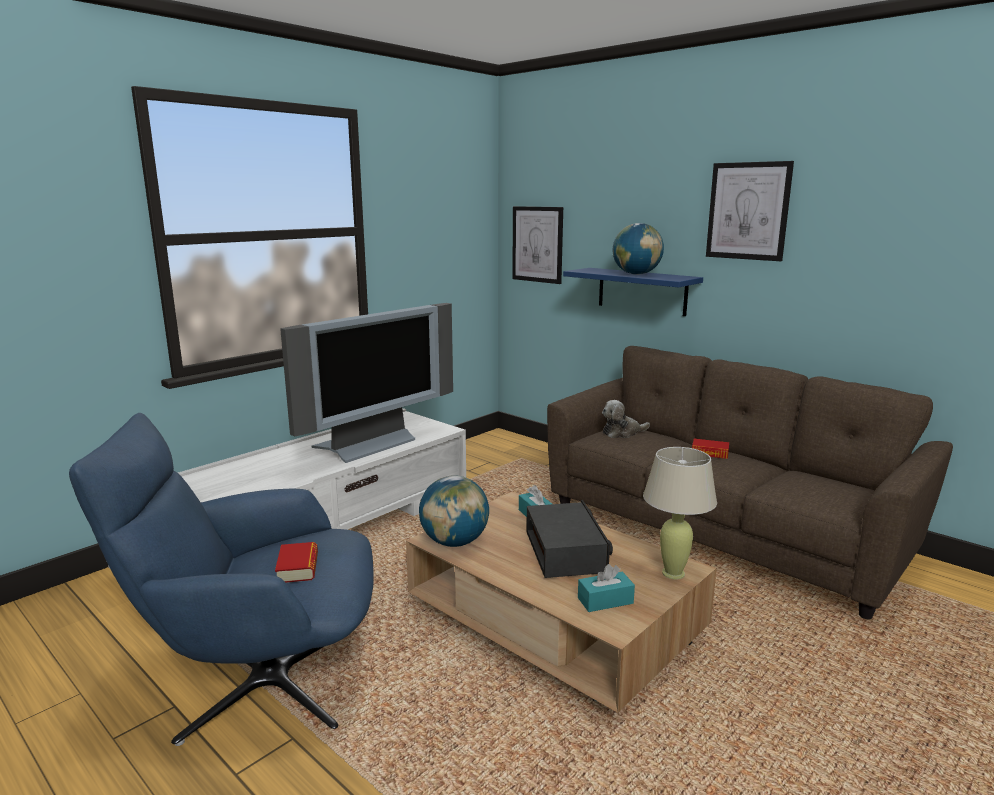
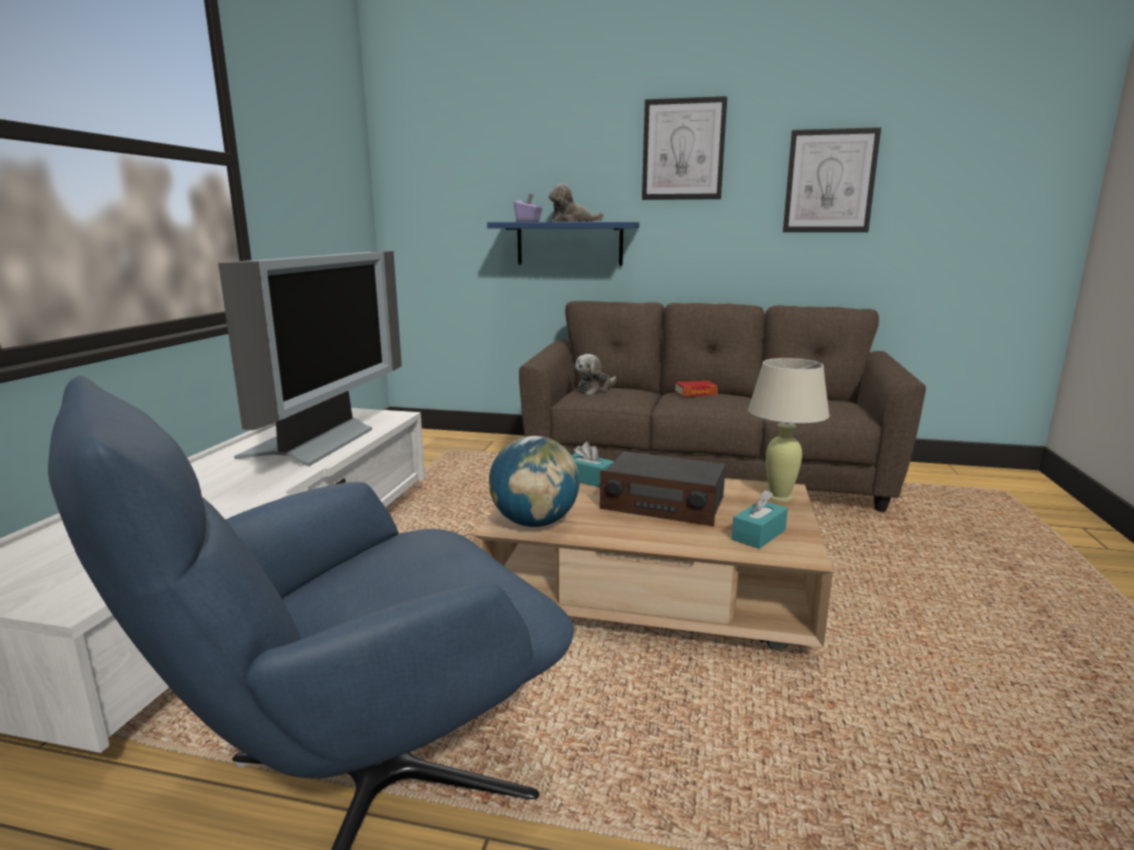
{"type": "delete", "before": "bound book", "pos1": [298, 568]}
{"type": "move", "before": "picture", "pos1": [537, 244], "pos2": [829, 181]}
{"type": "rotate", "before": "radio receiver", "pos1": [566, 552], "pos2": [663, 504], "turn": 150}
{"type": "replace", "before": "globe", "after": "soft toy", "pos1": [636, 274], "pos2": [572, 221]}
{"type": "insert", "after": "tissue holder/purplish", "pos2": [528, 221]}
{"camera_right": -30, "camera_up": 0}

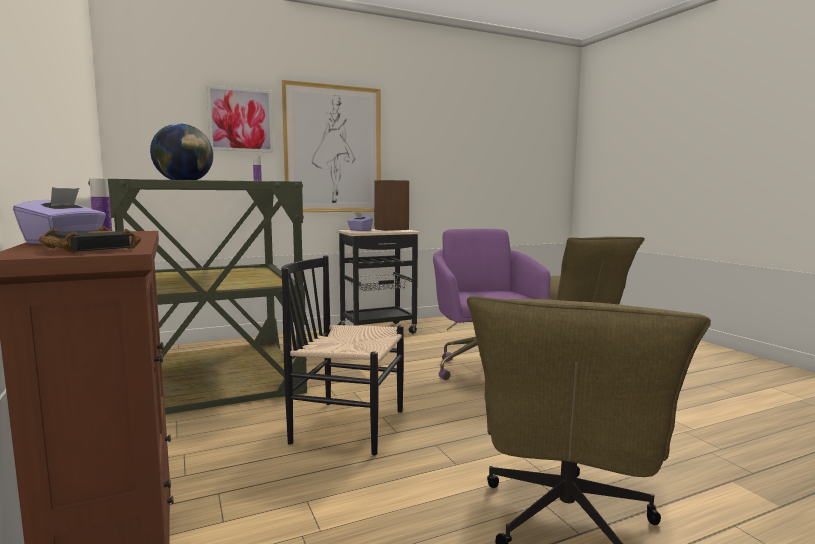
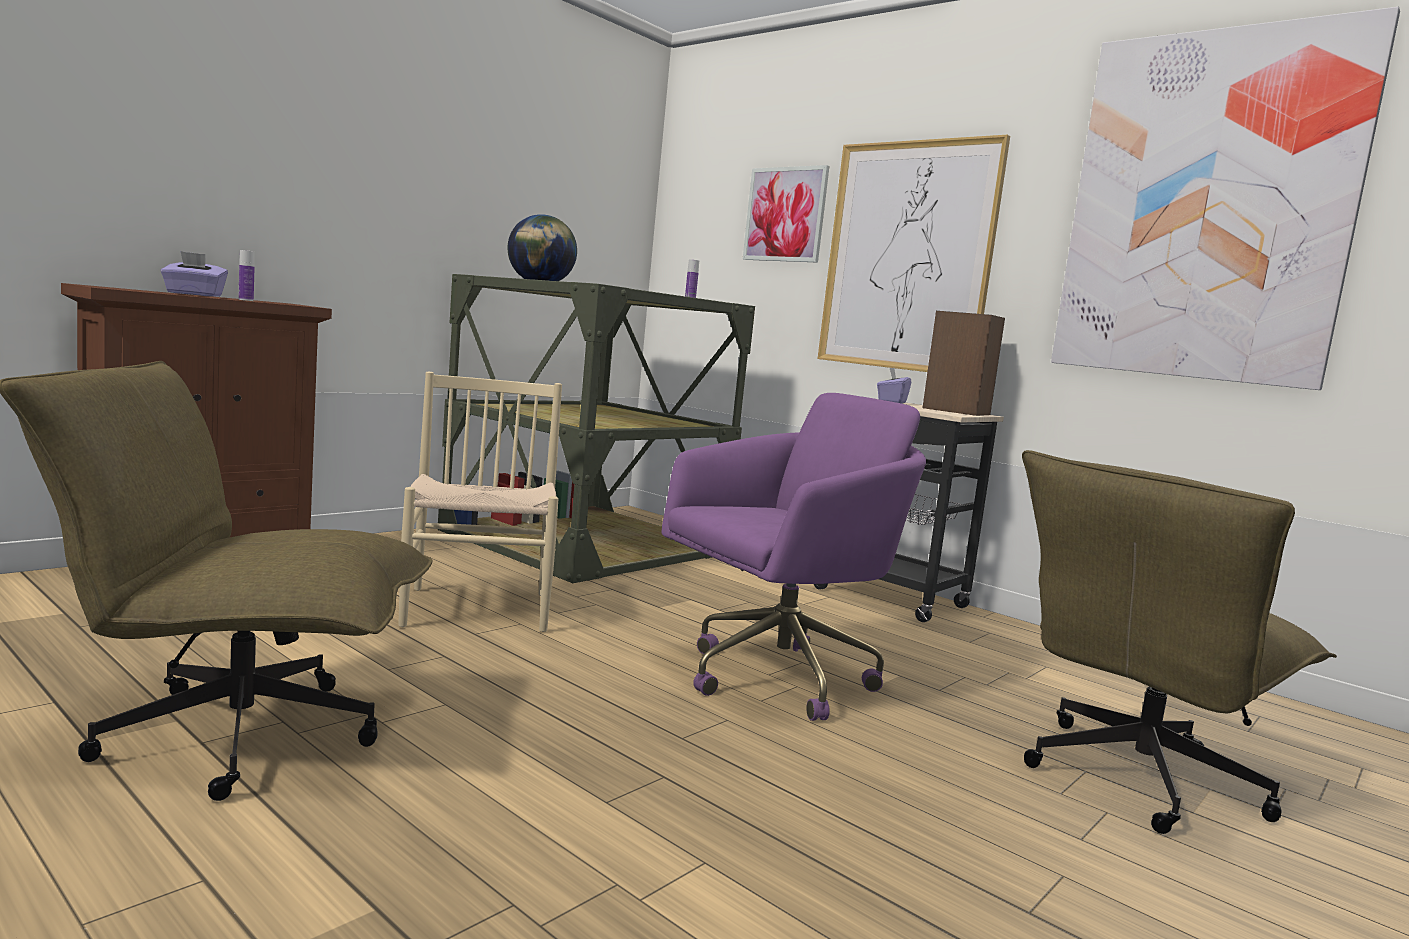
{"type": "delete", "before": "bound book/black", "pos1": [86, 248]}
{"type": "recolor", "before": "upright chair/black", "after": "upright chair/sand-coloured", "pos1": [343, 426], "pos2": [478, 607]}
{"type": "insert", "after": "picture", "pos2": [1207, 207]}
{"camera_right": 65, "camera_up": 0}

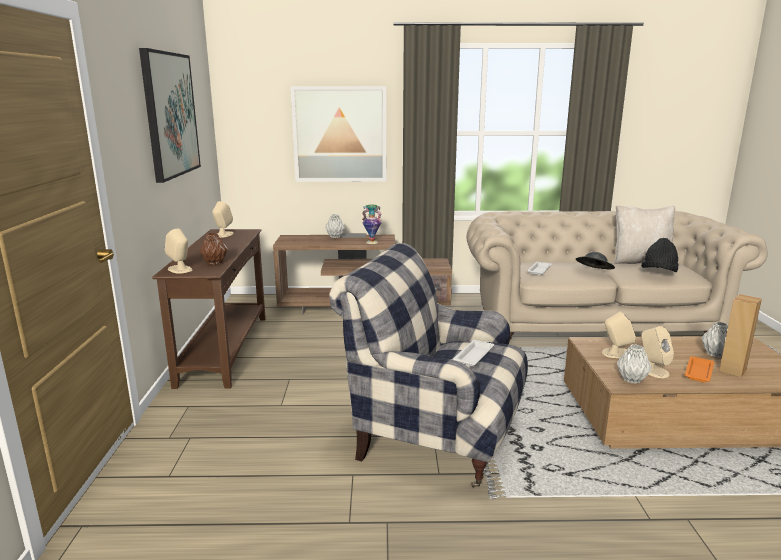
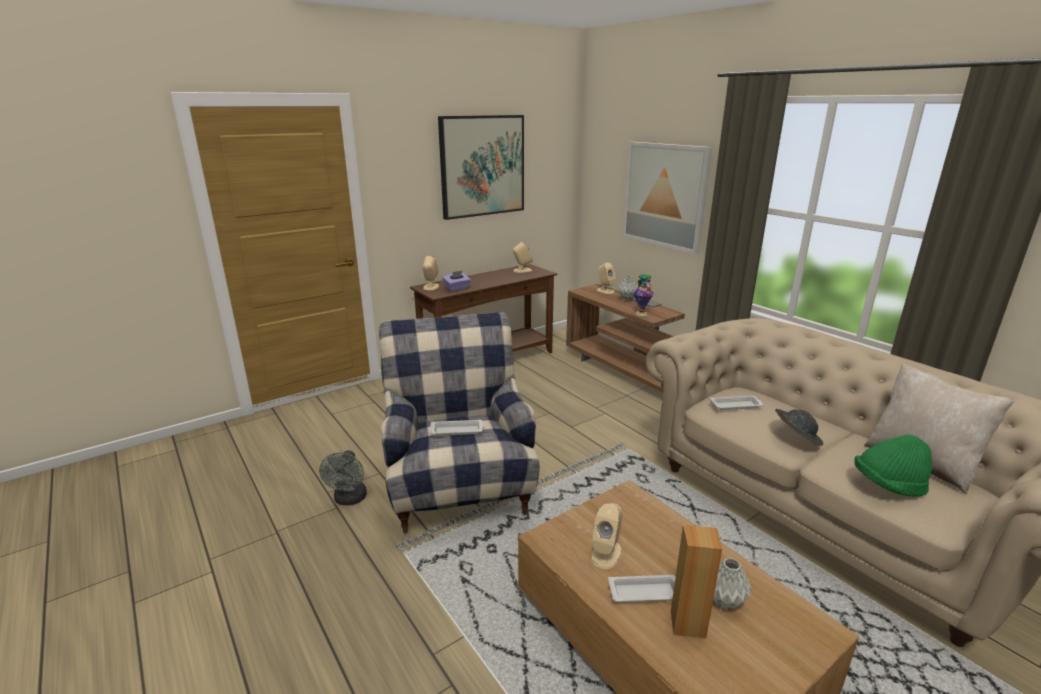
{"type": "replace", "before": "vase/brownish", "after": "tissue holder/purplish", "pos1": [215, 262], "pos2": [457, 289]}
{"type": "move", "before": "loudspeaker/sand-coloured", "pos1": [616, 353], "pos2": [605, 291]}
{"type": "delete", "before": "vase/gray", "pos1": [632, 379]}
{"type": "recolor", "before": "clothing hat/black", "after": "clothing hat/greenish", "pos1": [658, 273], "pos2": [887, 485]}
{"type": "recolor", "before": "carrying tray/orange", "after": "carrying tray/whitish", "pos1": [699, 372], "pos2": [646, 592]}
{"type": "insert", "after": "cooling fan/gray", "pos2": [349, 500]}
{"camera_right": 55, "camera_up": 5}

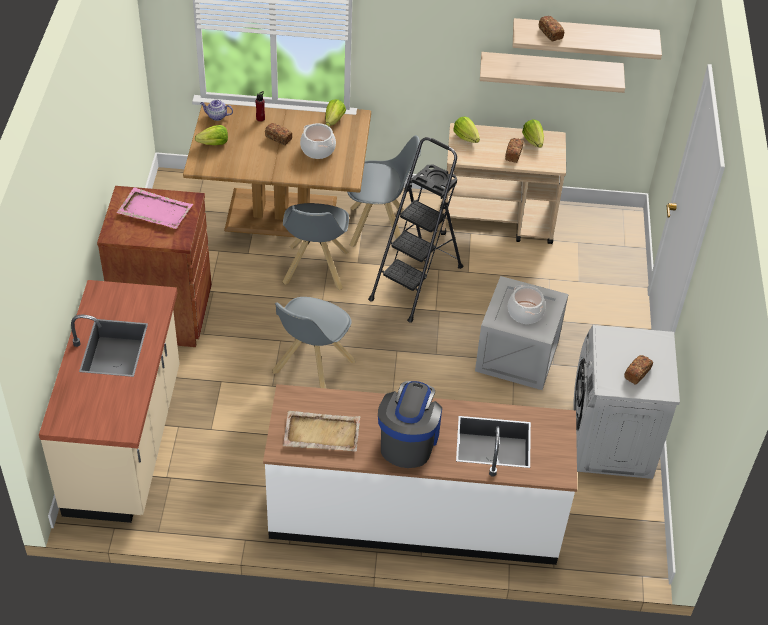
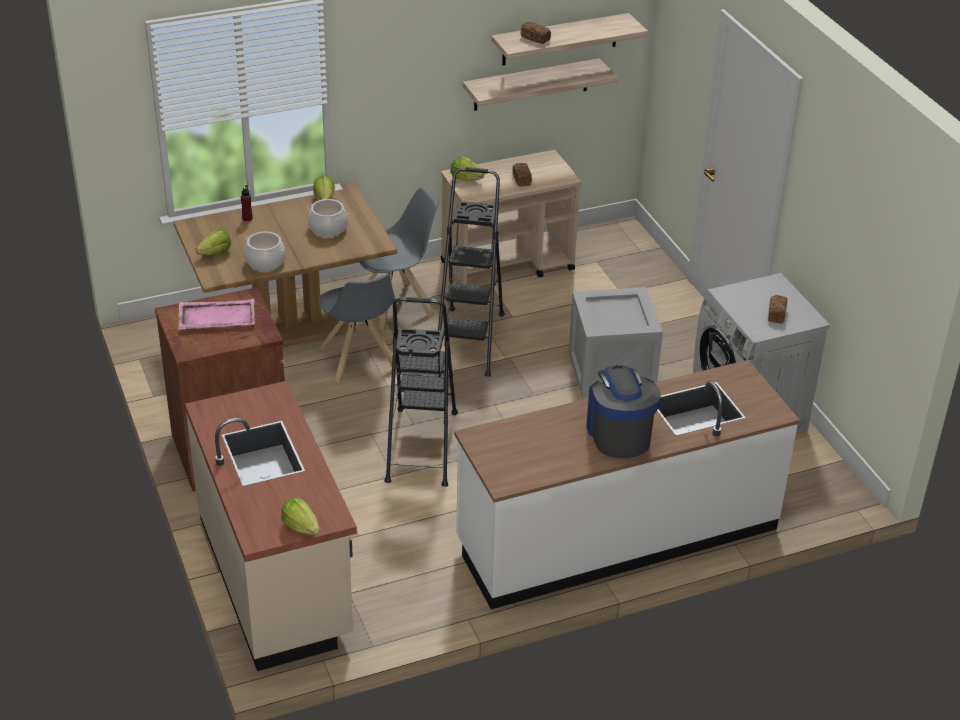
{"type": "delete", "before": "teapot", "pos1": [216, 116]}
{"type": "delete", "before": "baked bread", "pos1": [278, 138]}
{"type": "replace", "before": "upright chair/gray", "after": "stepladder", "pos1": [312, 368], "pos2": [421, 447]}
{"type": "delete", "before": "carrying tray/sand-coloured", "pos1": [321, 433]}
{"type": "move", "before": "saucepot", "pos1": [525, 312], "pos2": [265, 261]}
{"type": "move", "before": "lettuce head", "pos1": [533, 141], "pos2": [301, 527]}
{"camera_right": -25, "camera_up": -10}

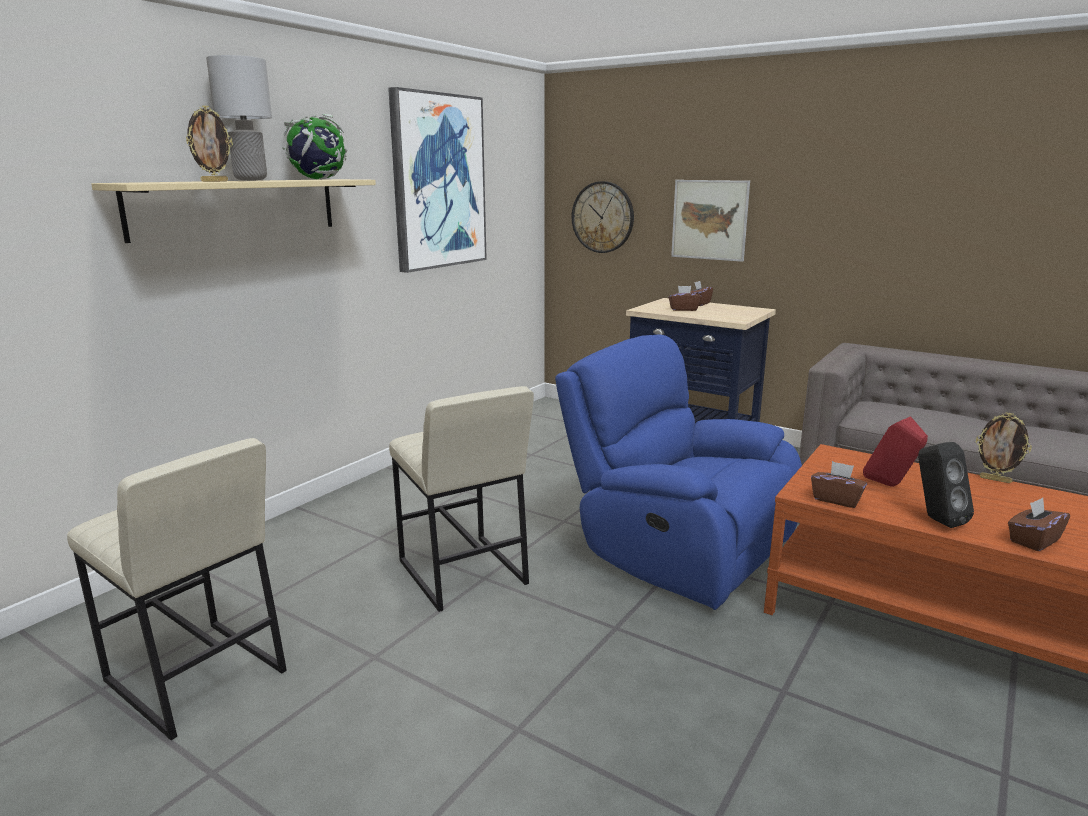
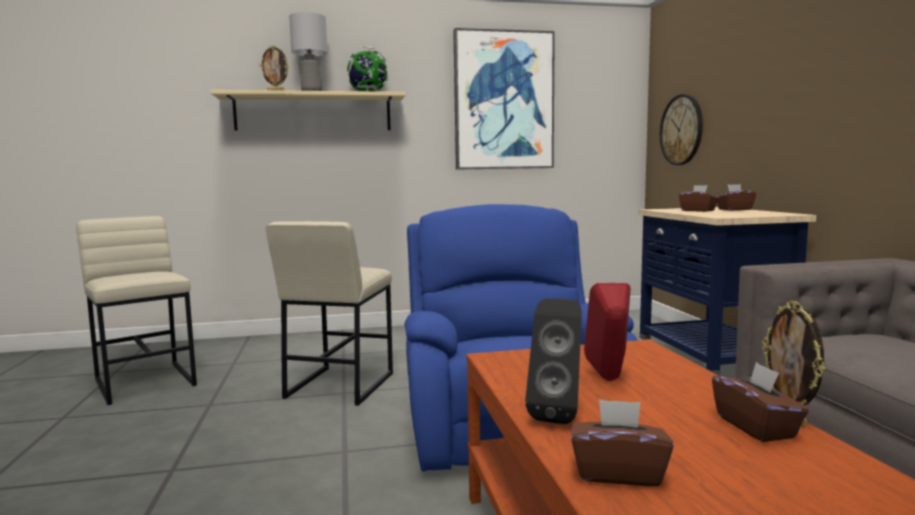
{"type": "rotate", "before": "upright chair/sand-coloured", "pos1": [198, 677], "pos2": [144, 382], "turn": 150}
{"type": "delete", "before": "picture", "pos1": [709, 220]}
{"type": "move", "before": "tissue holder/brownish", "pos1": [836, 499], "pos2": [756, 427]}
{"camera_right": 45, "camera_up": -10}

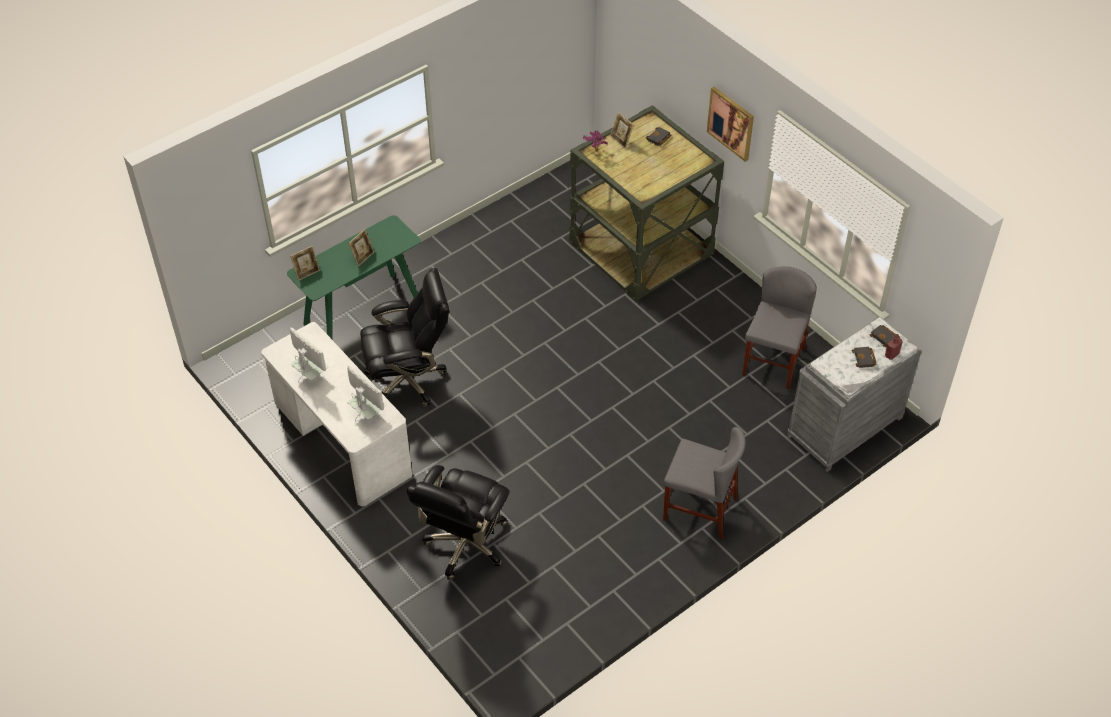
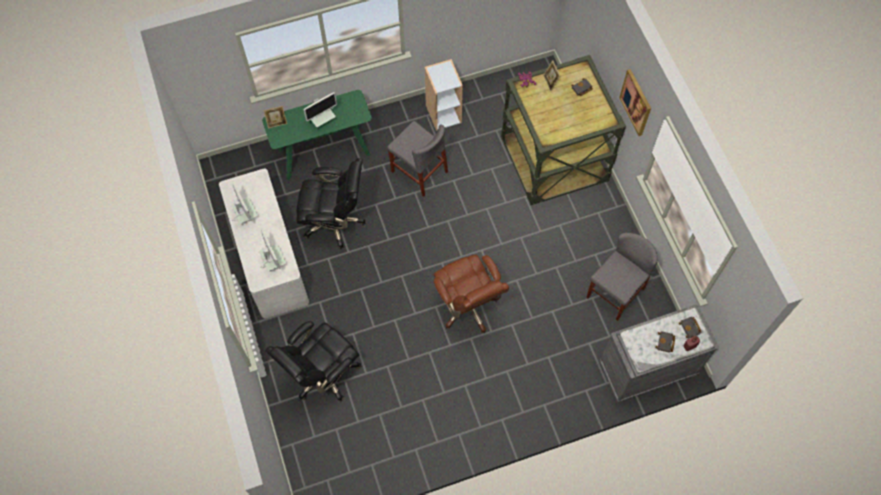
{"type": "replace", "before": "standing frame", "after": "computer display", "pos1": [362, 257], "pos2": [322, 121]}
{"type": "move", "before": "upright chair/gray", "pos1": [700, 509], "pos2": [419, 171]}
{"type": "insert", "after": "bookcase", "pos2": [443, 113]}
{"type": "insert", "after": "computer chair/brownish", "pos2": [468, 308]}
{"camera_right": 20, "camera_up": 15}

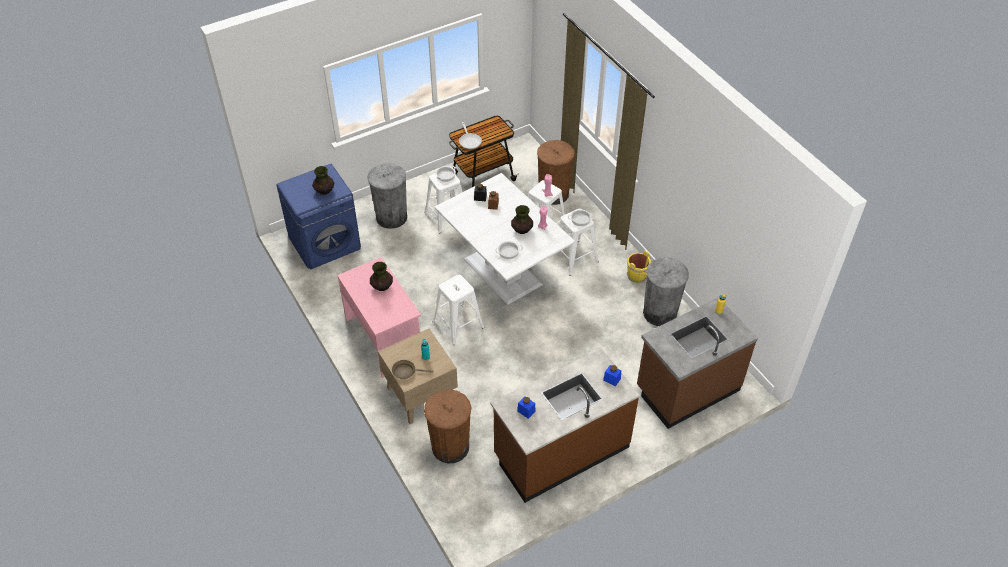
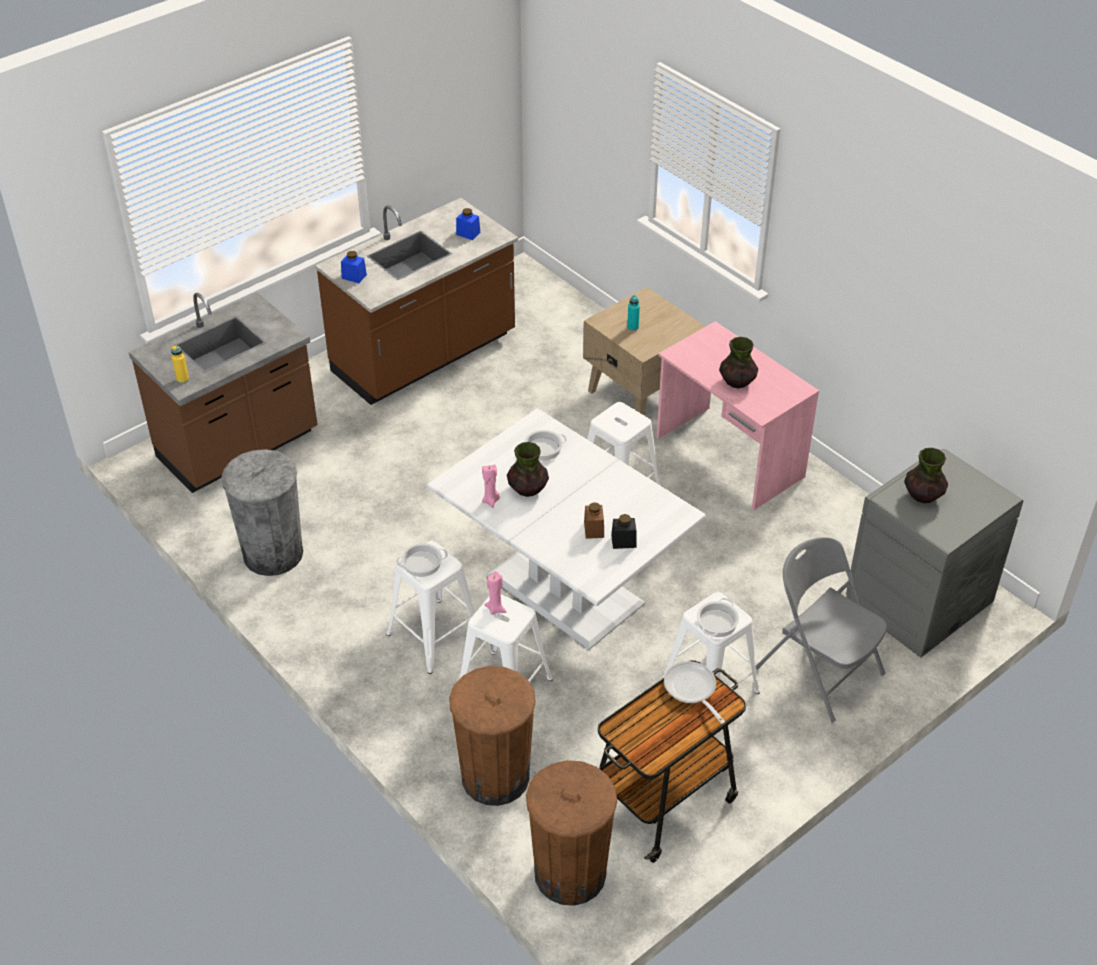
{"type": "recolor", "before": "laundry appliance/blue", "after": "laundry appliance/gray", "pos1": [326, 243], "pos2": [915, 599]}
{"type": "replace", "before": "waste bin/gray", "after": "upright chair/gray", "pos1": [391, 217], "pos2": [820, 670]}
{"type": "delete", "before": "pan/brownish", "pos1": [406, 372]}
{"type": "move", "before": "waste bin/brownish", "pos1": [450, 447], "pos2": [570, 873]}
{"type": "delete", "before": "pail/yellow", "pos1": [637, 276]}
{"camera_right": 170, "camera_up": -5}

